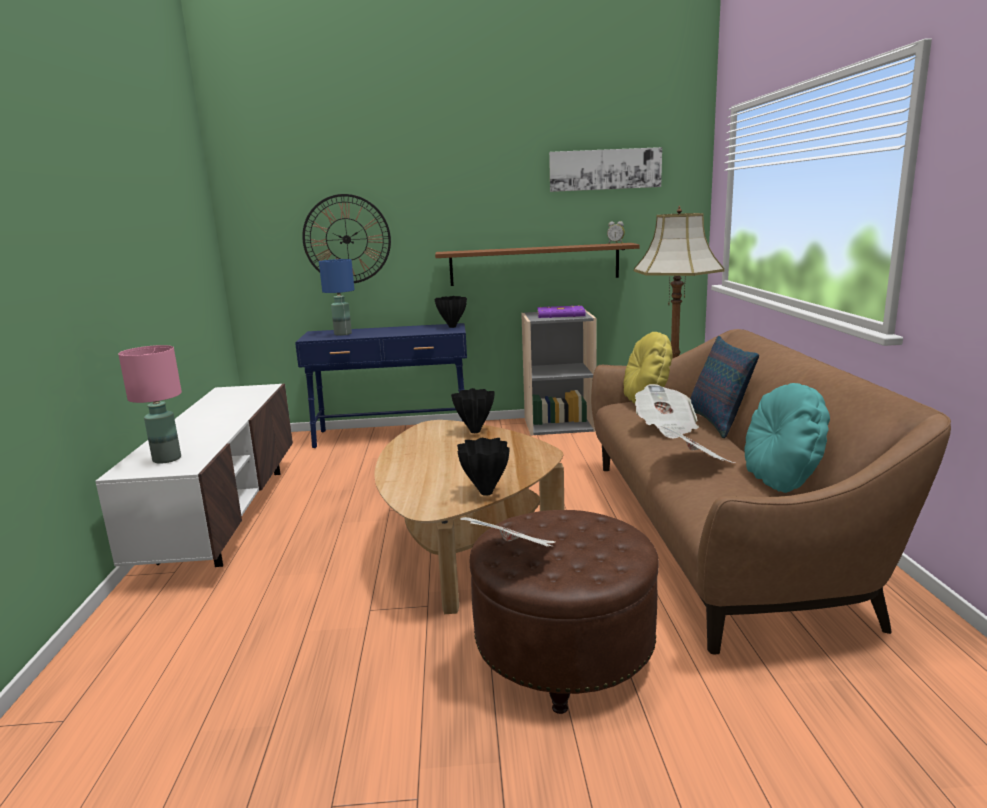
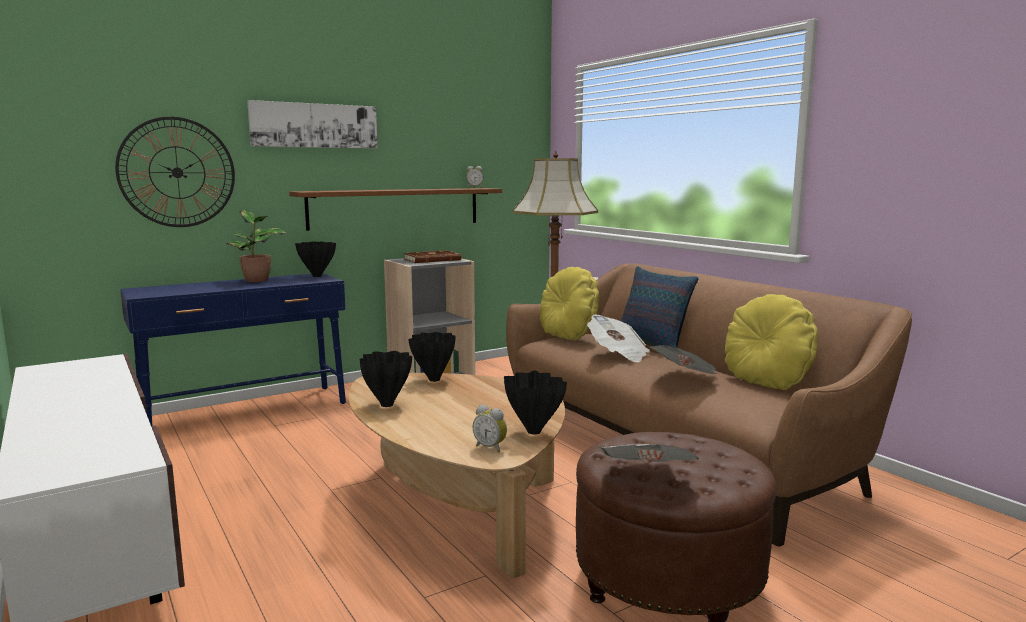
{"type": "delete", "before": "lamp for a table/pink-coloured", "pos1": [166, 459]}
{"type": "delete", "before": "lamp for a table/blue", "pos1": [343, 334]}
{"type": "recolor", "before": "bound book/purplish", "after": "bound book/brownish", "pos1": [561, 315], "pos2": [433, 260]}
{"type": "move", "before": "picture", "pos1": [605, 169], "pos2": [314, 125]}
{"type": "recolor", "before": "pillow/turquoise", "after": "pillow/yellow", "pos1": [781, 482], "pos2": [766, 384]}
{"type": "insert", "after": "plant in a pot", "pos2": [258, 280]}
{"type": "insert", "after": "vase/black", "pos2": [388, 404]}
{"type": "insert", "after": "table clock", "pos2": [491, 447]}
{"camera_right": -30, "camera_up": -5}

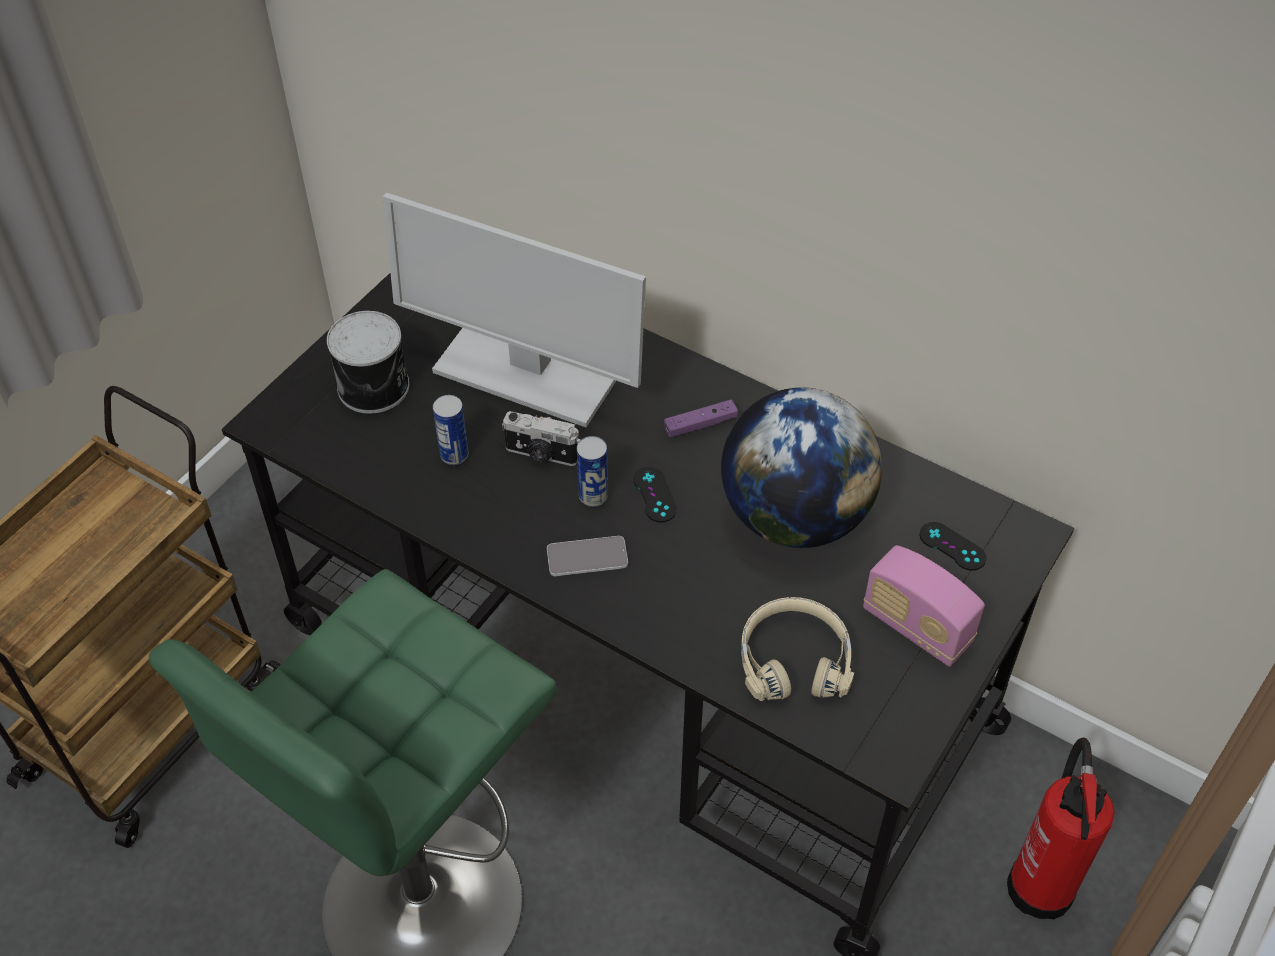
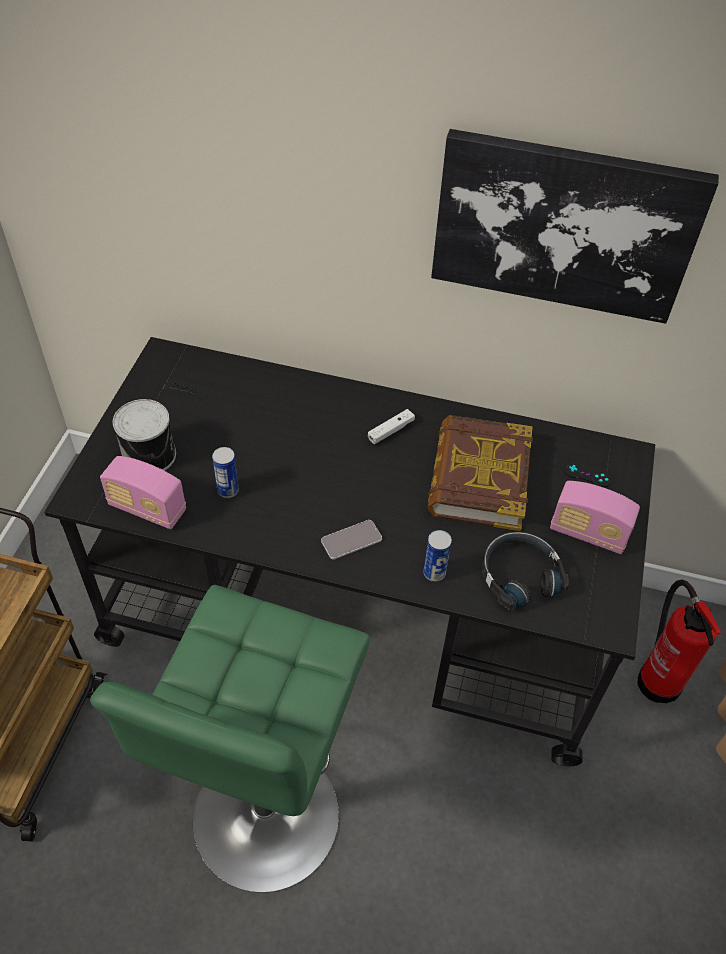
{"type": "delete", "before": "computer display", "pos1": [525, 372]}
{"type": "delete", "before": "photo camera", "pos1": [541, 454]}
{"type": "move", "before": "can", "pos1": [593, 496], "pos2": [434, 573]}
{"type": "delete", "before": "joypad/black", "pos1": [654, 495]}
{"type": "recolor", "before": "joypad/purplish", "after": "joypad/whitish", "pos1": [700, 424], "pos2": [391, 430]}
{"type": "replace", "before": "globe", "after": "bound book", "pos1": [794, 516], "pos2": [478, 478]}
{"type": "recolor", "before": "pair of headphones/sand-coloured", "after": "pair of headphones/black", "pos1": [794, 658], "pos2": [519, 575]}
{"type": "insert", "after": "radio receiver", "pos2": [147, 508]}
{"type": "insert", "after": "picture", "pos2": [564, 226]}
{"camera_right": -20, "camera_up": 0}

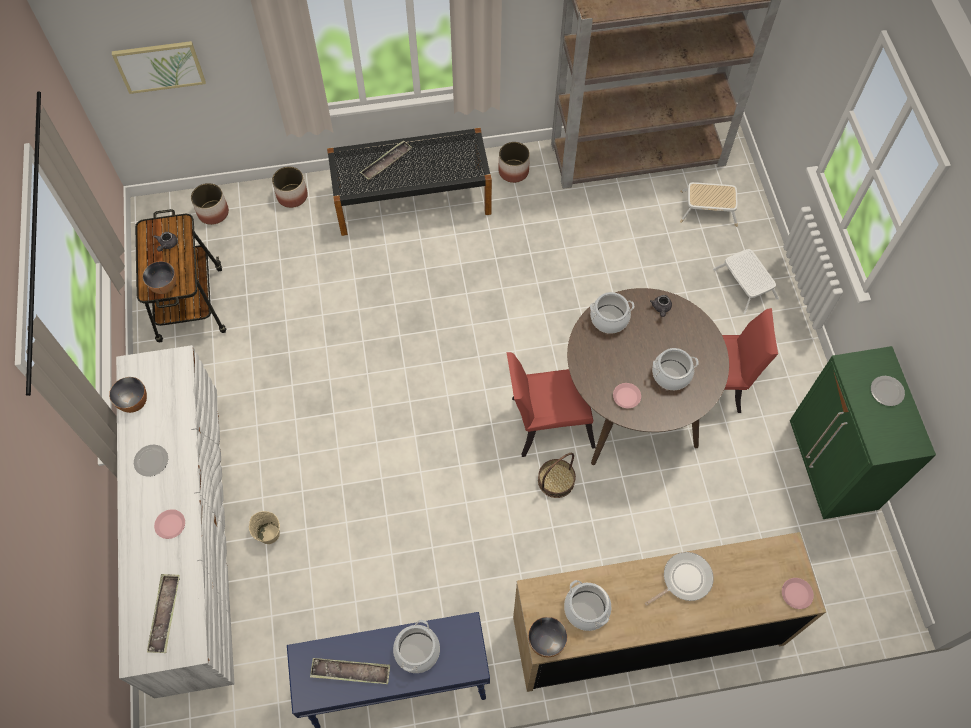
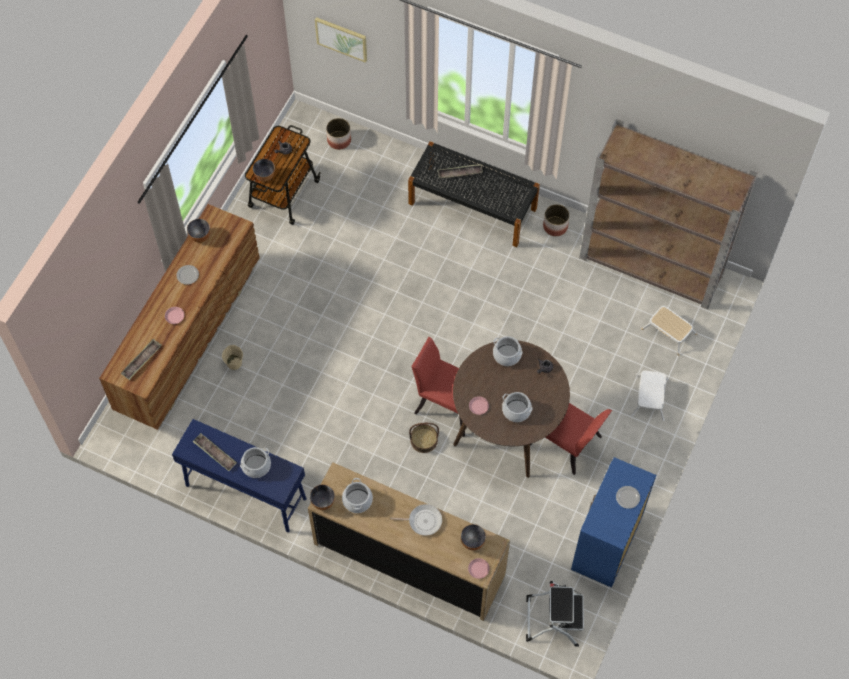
{"type": "recolor", "before": "cupboard/whitish", "after": "cupboard/brownish", "pos1": [195, 543], "pos2": [190, 341]}
{"type": "delete", "before": "flower pot", "pos1": [292, 196]}
{"type": "recolor", "before": "cupboard/greenish", "after": "cupboard/blue", "pos1": [833, 464], "pos2": [606, 543]}
{"type": "insert", "after": "serving bowl", "pos2": [472, 542]}
{"type": "insert", "after": "stepladder", "pos2": [554, 619]}
{"camera_right": 35, "camera_up": 0}

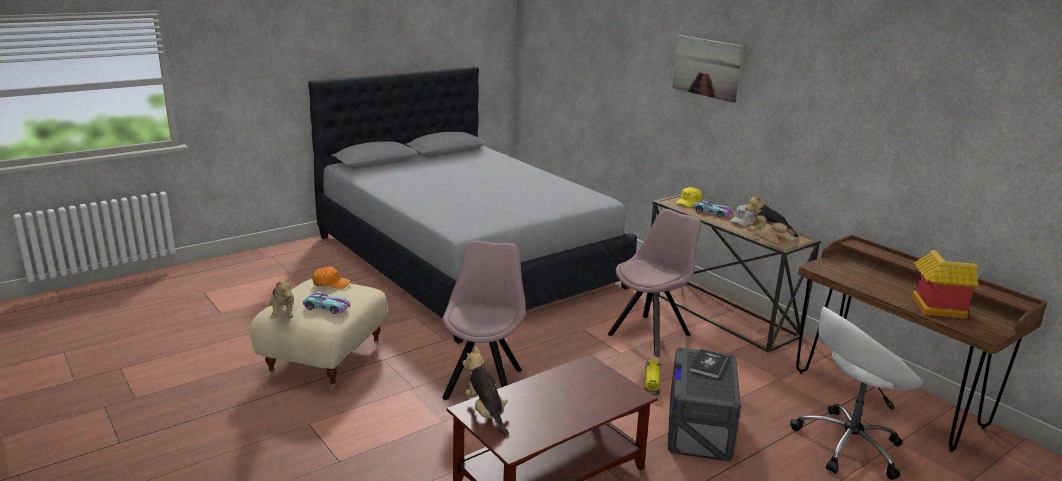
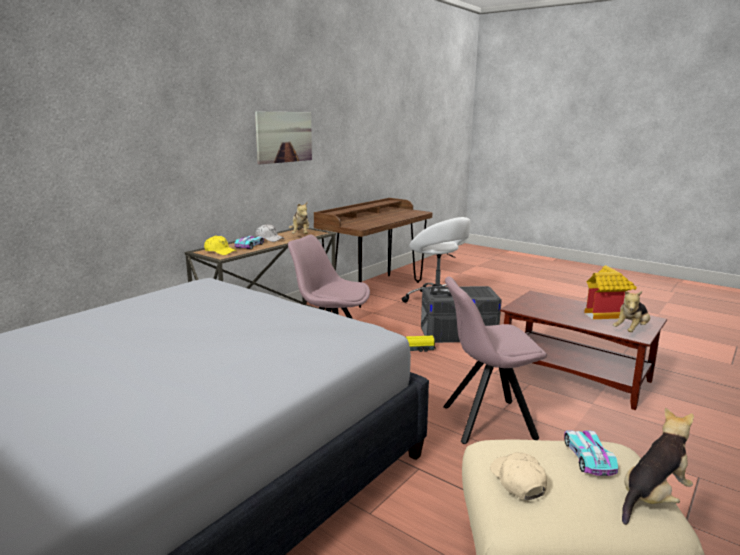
{"type": "recolor", "before": "cap/orange", "after": "cap/sand-coloured", "pos1": [331, 283], "pos2": [517, 481]}
{"type": "move", "before": "picture", "pos1": [706, 67], "pos2": [284, 137]}
{"type": "move", "before": "toy house", "pos1": [933, 308], "pos2": [605, 314]}
{"camera_right": -105, "camera_up": -5}

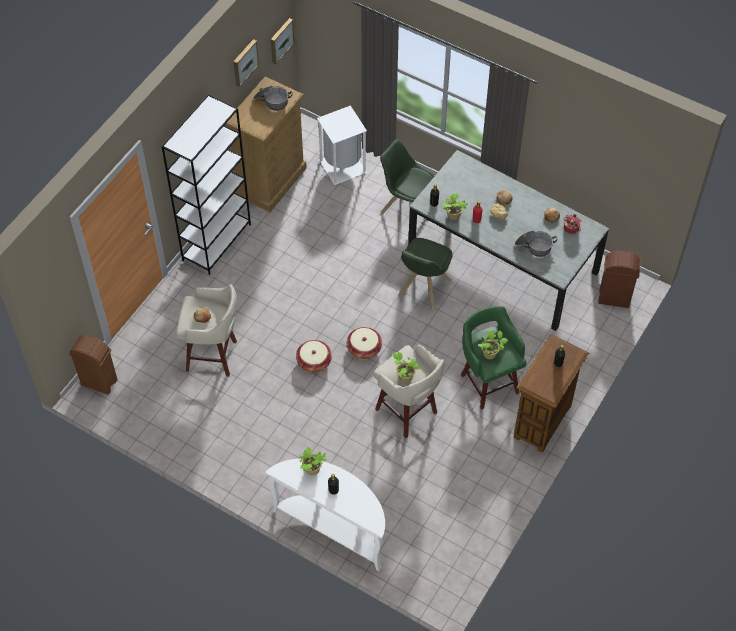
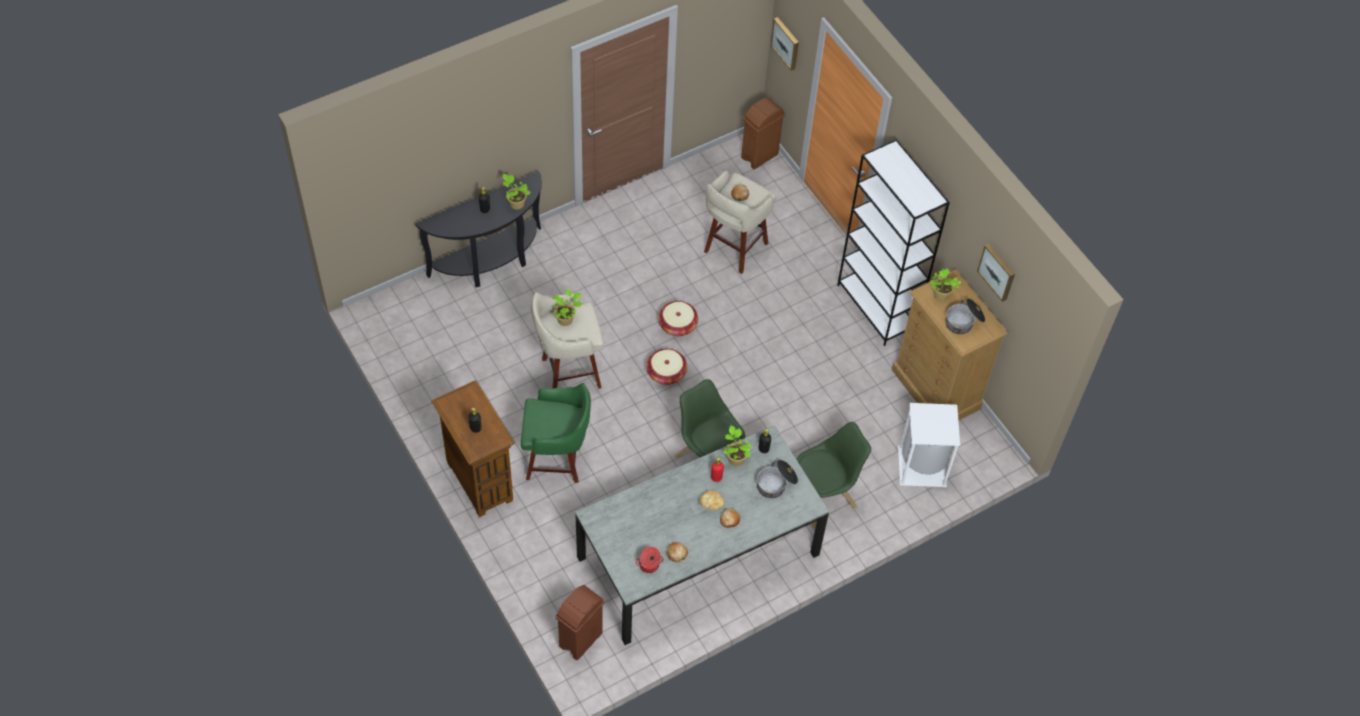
{"type": "recolor", "before": "console table/whitish", "after": "console table/black", "pos1": [334, 527], "pos2": [491, 262]}
{"type": "move", "before": "picture", "pos1": [280, 40], "pos2": [786, 43]}
{"type": "move", "before": "plant in a pot", "pos1": [490, 354], "pos2": [940, 295]}
{"type": "move", "before": "saucepot", "pos1": [534, 246], "pos2": [776, 483]}
{"camera_right": 115, "camera_up": 0}

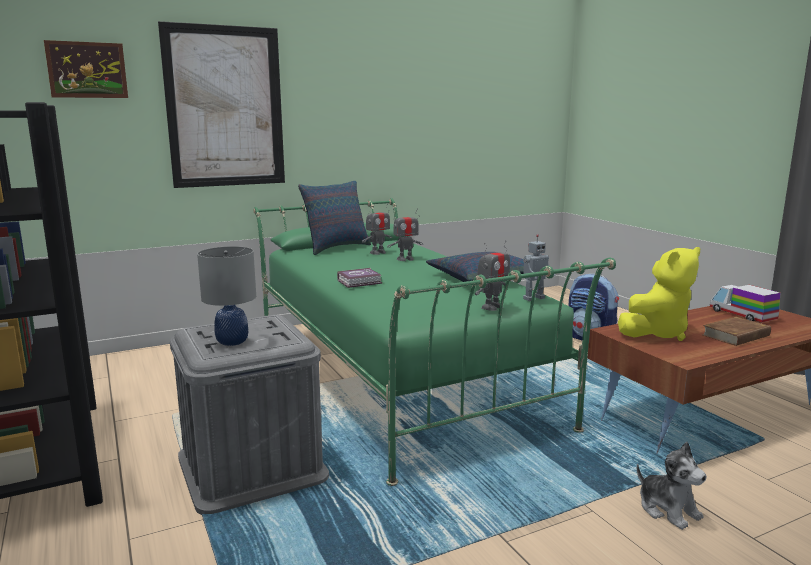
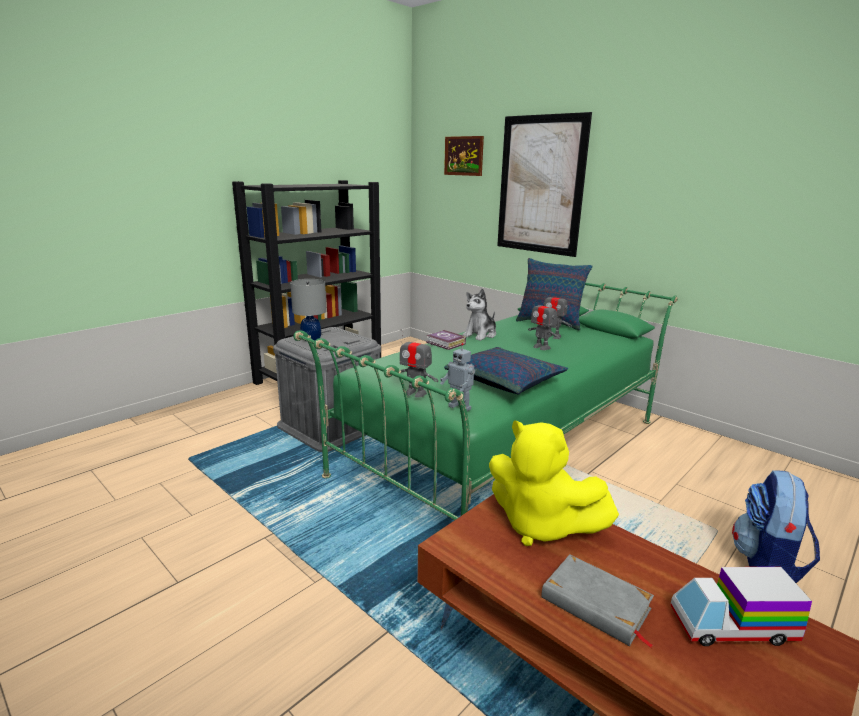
{"type": "move", "before": "soft toy", "pos1": [668, 510], "pos2": [480, 335]}
{"type": "recolor", "before": "bound book/brownish", "after": "bound book/gray", "pos1": [736, 335], "pos2": [596, 604]}
{"type": "rotate", "before": "model truck", "pos1": [742, 315], "pos2": [732, 626], "turn": -135}
{"camera_right": 70, "camera_up": 5}

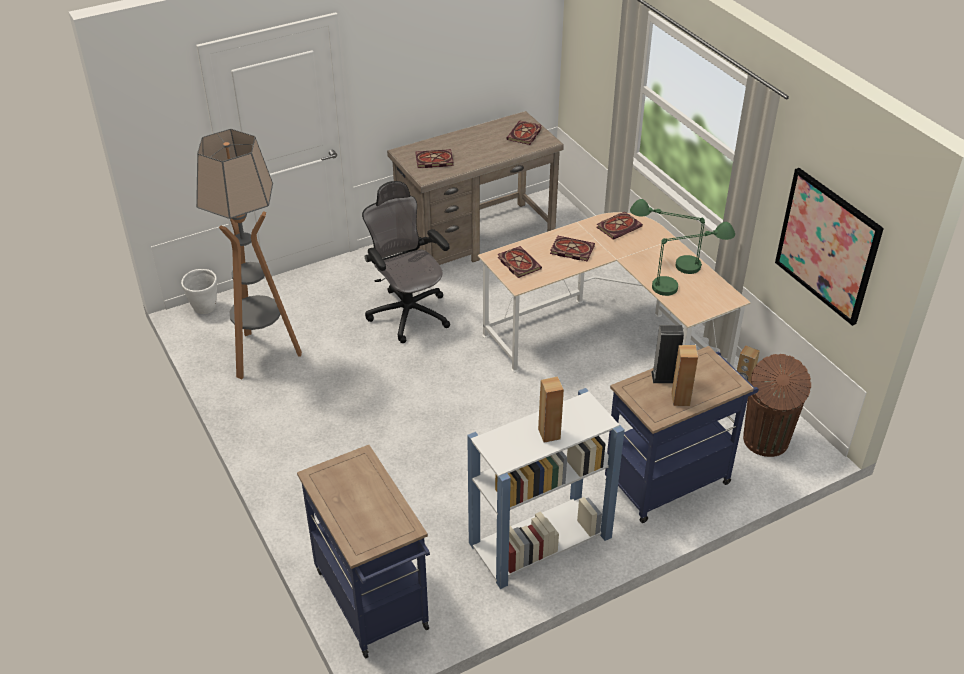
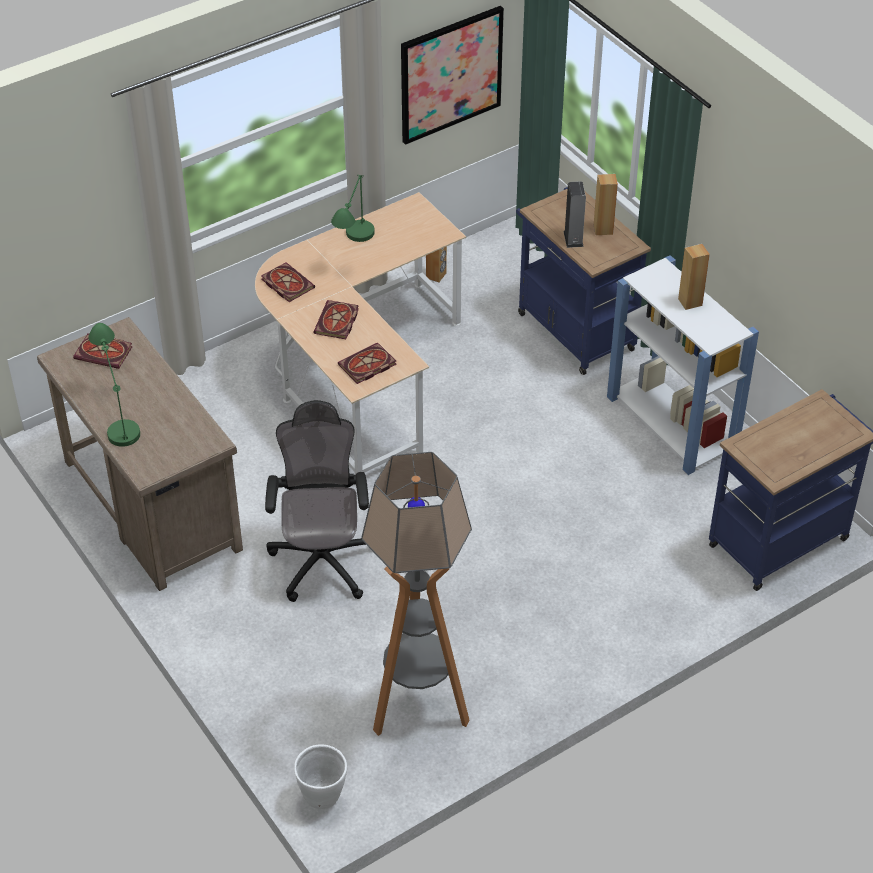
{"type": "rotate", "before": "computer chair", "pos1": [408, 314], "pos2": [323, 561], "turn": 120}
{"type": "delete", "before": "bound book", "pos1": [433, 161]}
{"type": "move", "before": "lamp for a table/greenish", "pos1": [686, 284], "pos2": [118, 414]}
{"type": "delete", "before": "waste bin/brownish", "pos1": [766, 441]}
{"camera_right": -95, "camera_up": 5}

